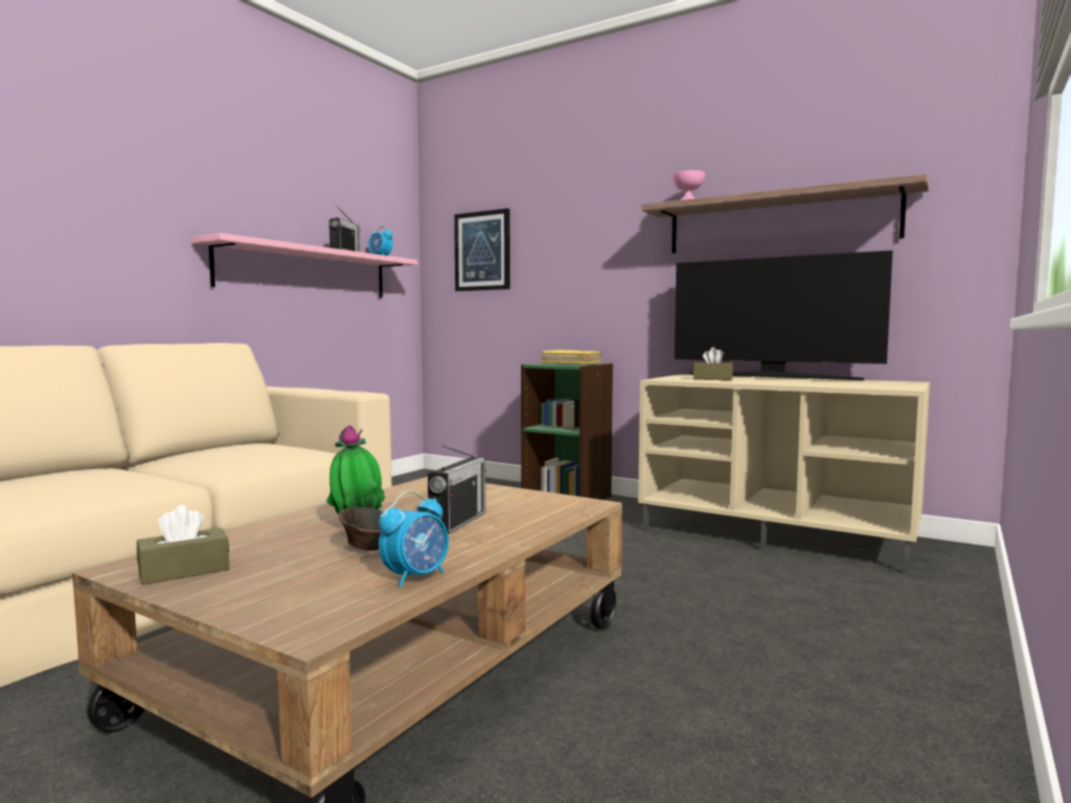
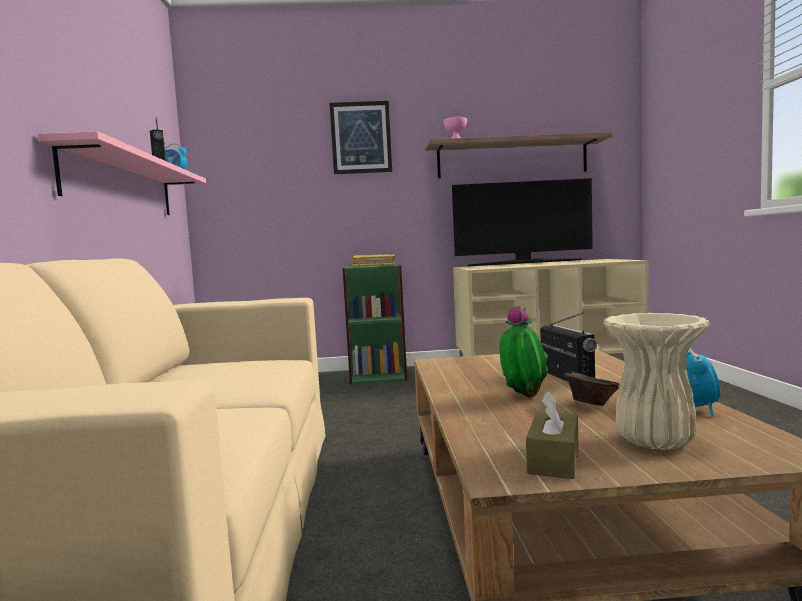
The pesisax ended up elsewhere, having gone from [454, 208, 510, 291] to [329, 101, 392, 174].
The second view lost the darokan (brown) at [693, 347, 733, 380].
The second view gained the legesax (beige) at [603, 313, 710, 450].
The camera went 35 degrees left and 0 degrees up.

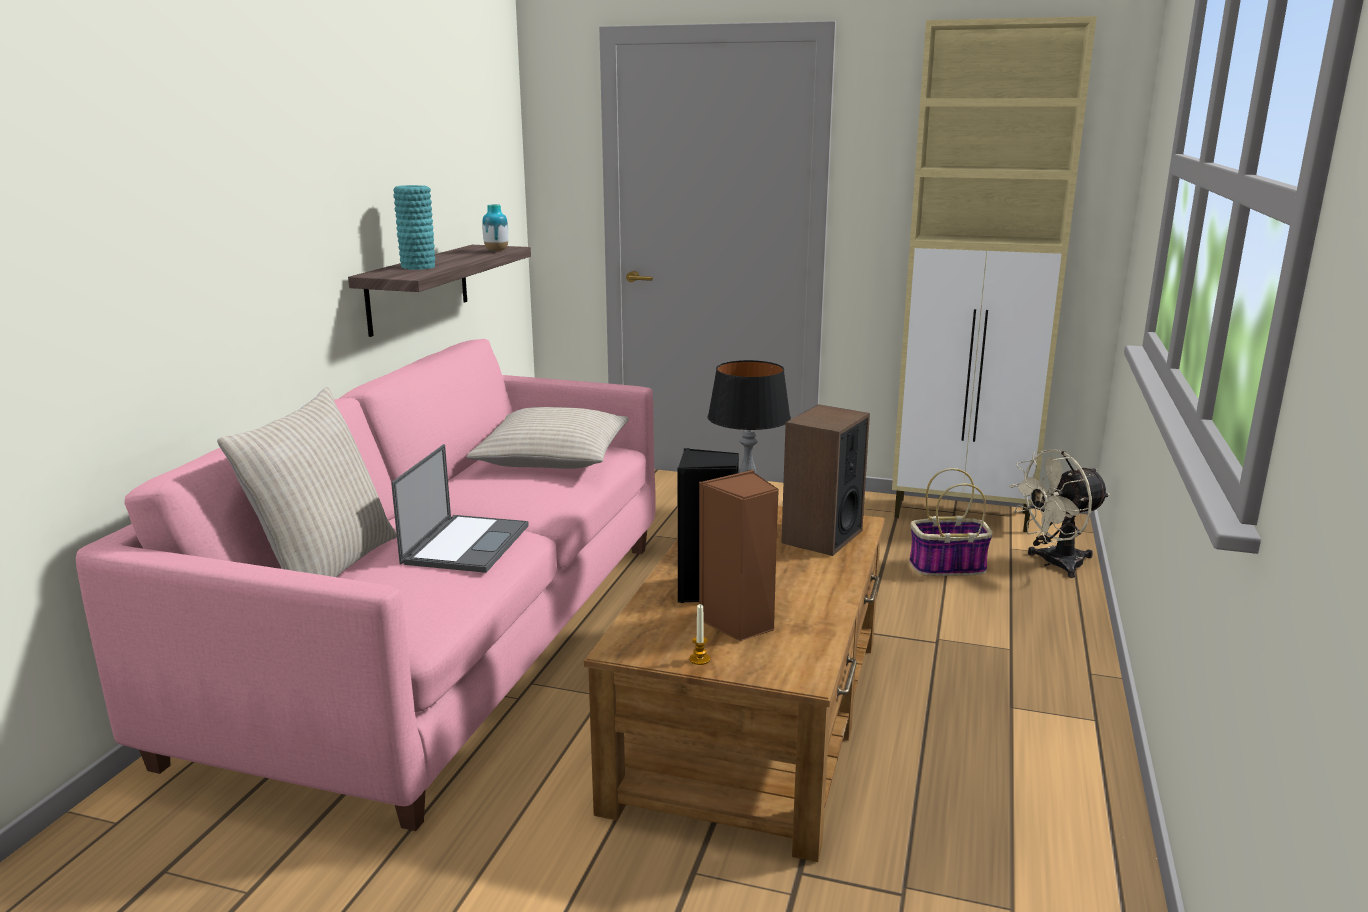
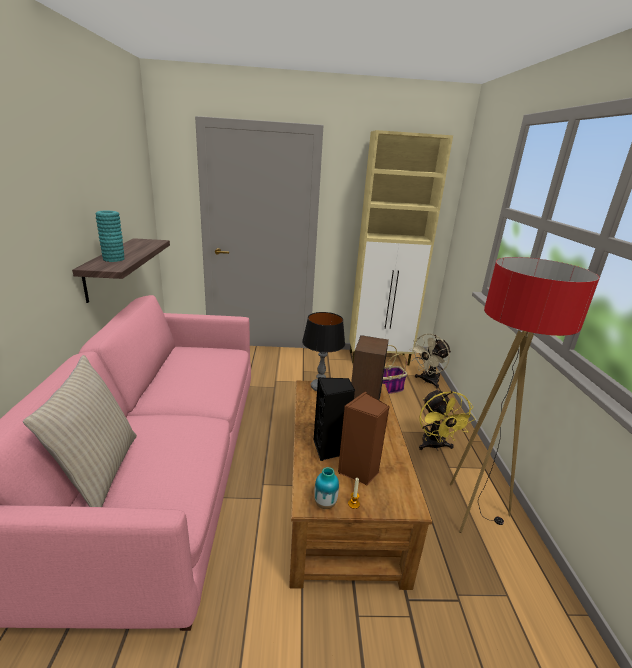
The second view lost the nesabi at [391, 444, 529, 573].
The second view lost the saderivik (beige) at [466, 407, 629, 469].
The legesax ended up elsewhere, having gone from [482, 204, 508, 252] to [314, 467, 339, 509].
The second view gained the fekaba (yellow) at [419, 389, 476, 451].
The second view gained the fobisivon at [450, 257, 599, 533].
The camera went 20 degrees left and 5 degrees up.

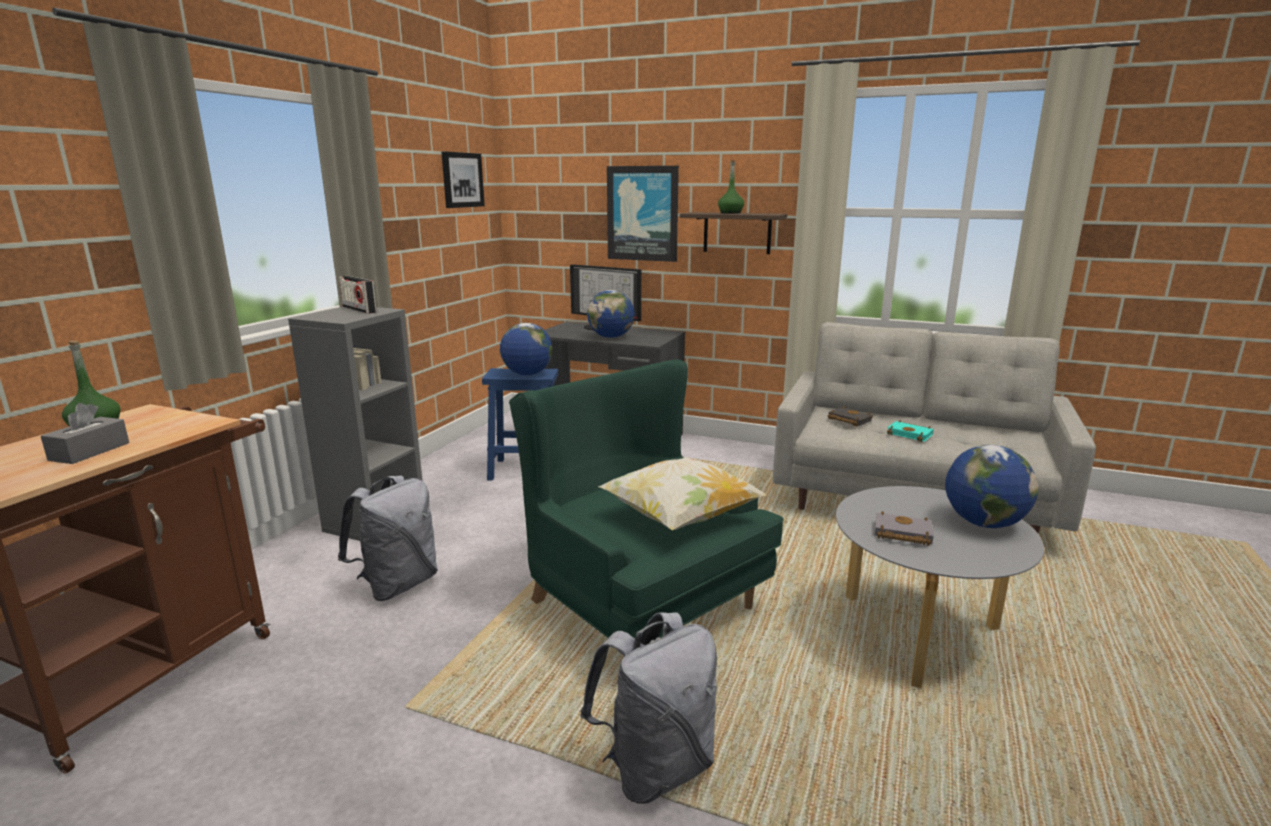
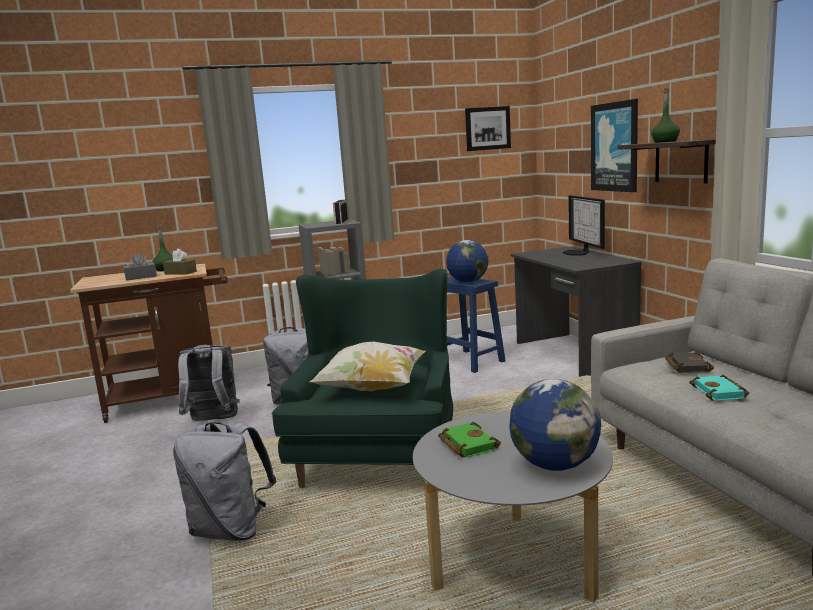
The second view lost the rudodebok at [587, 290, 635, 338].
What was the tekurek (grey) at [875, 511, 934, 546] turned into the tekurek (green) at [438, 422, 501, 458].
The second view gained the darokan (brown) at [163, 249, 197, 274].
The second view gained the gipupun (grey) at [178, 345, 240, 421].
The camera went 50 degrees right and 5 degrees down.

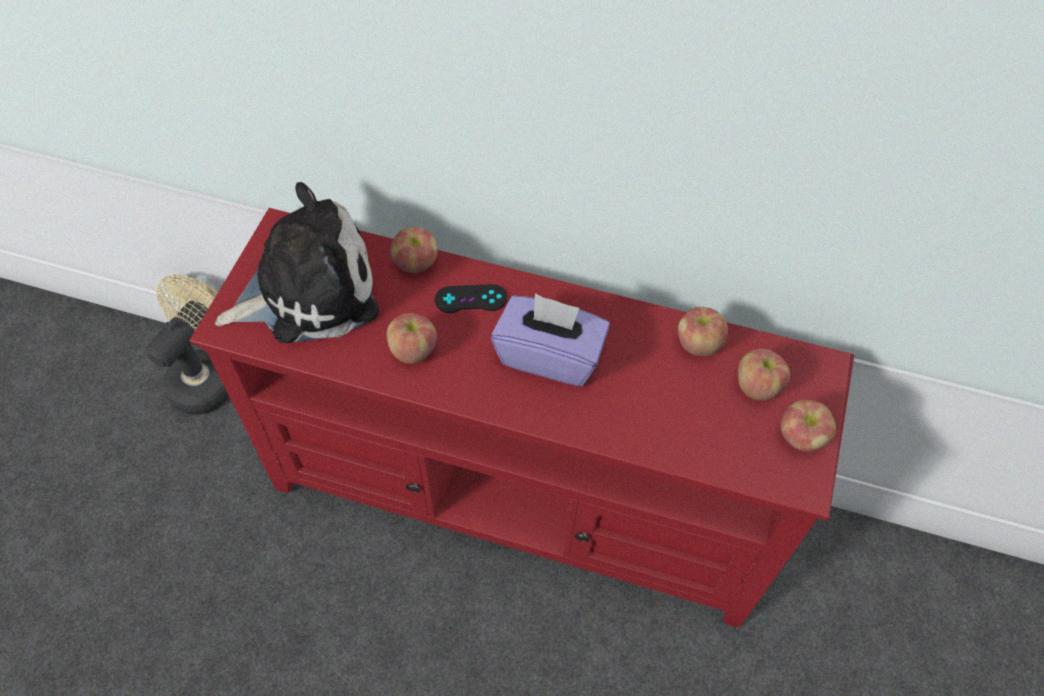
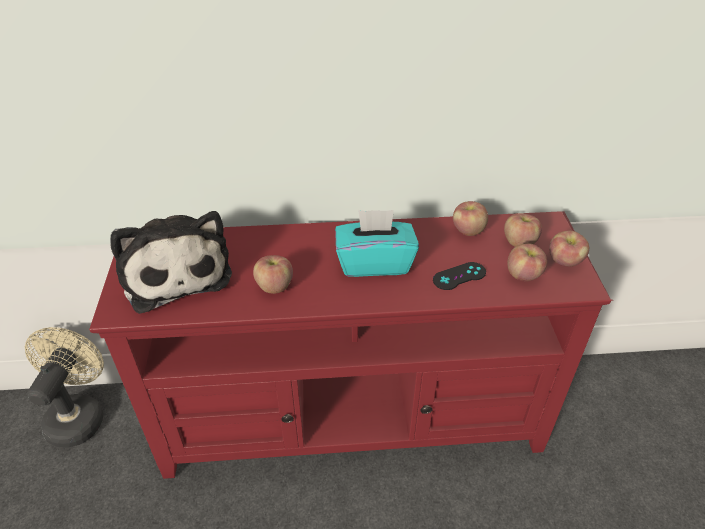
The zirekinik at [215, 182, 379, 343] ended up facing another way, 105 degrees clockwise from before.
The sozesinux ended up elsewhere, having gone from [390, 227, 437, 273] to [507, 243, 547, 281].
The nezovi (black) ended up elsewhere, having gone from [435, 284, 507, 313] to [433, 262, 486, 290].
What was the darokan (purple) at [491, 293, 610, 386] turned into the darokan (turquoise) at [335, 210, 419, 277].
The camera went 20 degrees left and 15 degrees down.

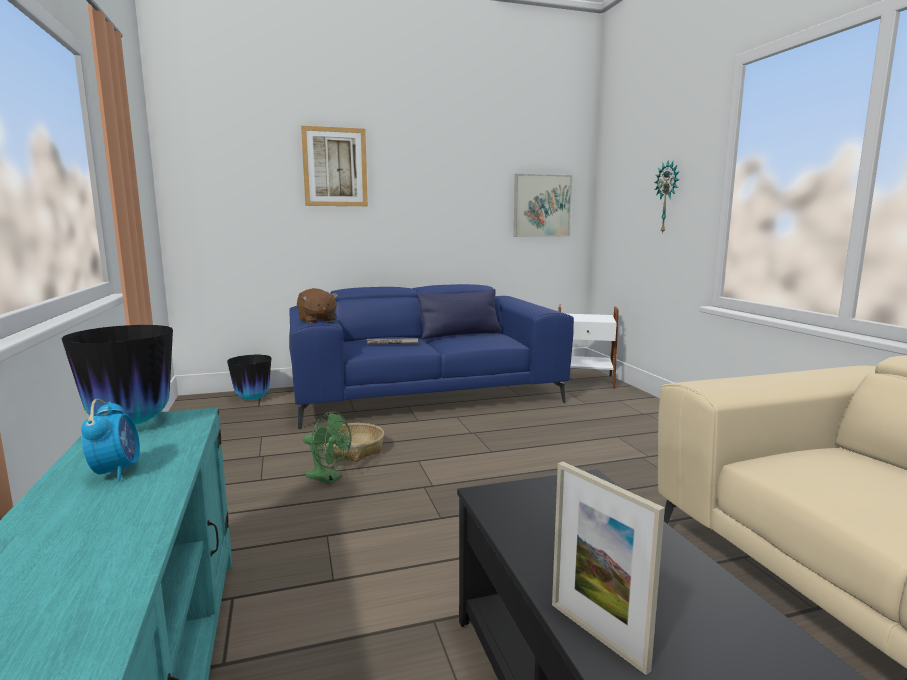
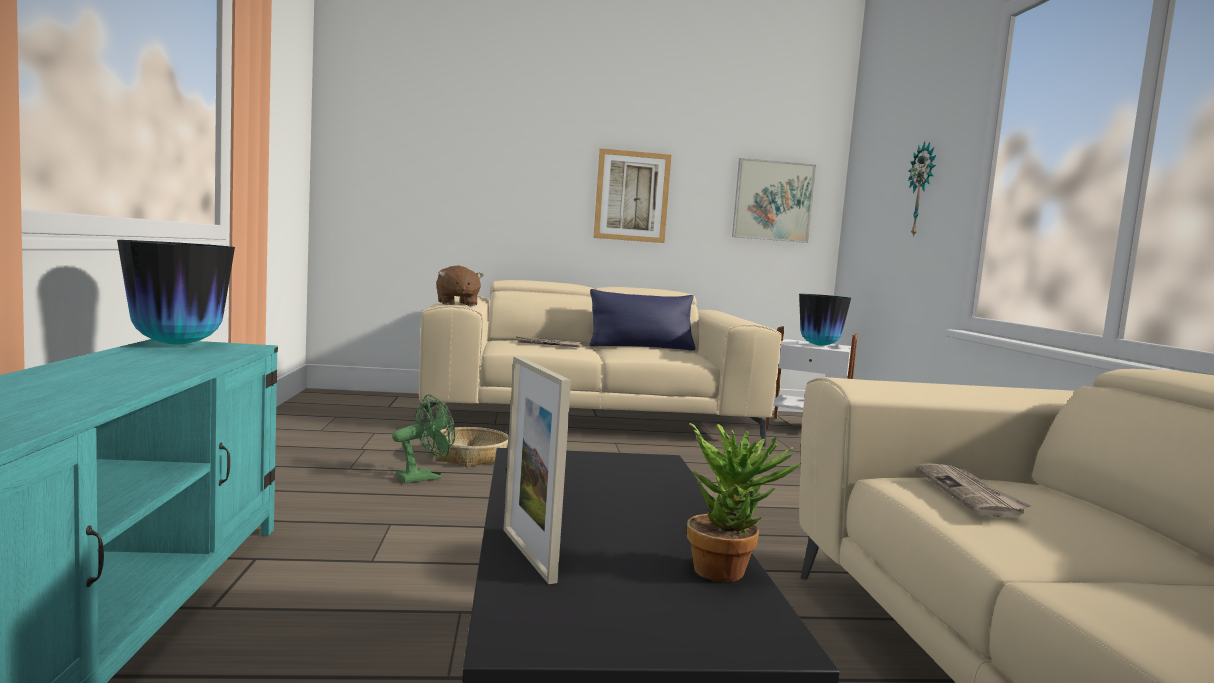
The second view lost the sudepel at [81, 399, 140, 481].
The legesax ended up elsewhere, having gone from [227, 355, 271, 400] to [799, 294, 851, 346].
What was the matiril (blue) at [289, 284, 574, 429] turned into the matiril (beige) at [419, 280, 782, 447].
The pesisax ended up elsewhere, having gone from [301, 126, 368, 206] to [594, 148, 671, 243].
The fekaba (green) at [303, 412, 351, 484] ended up facing another way, 75 degrees counterclockwise from before.
The second view gained the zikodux at [687, 423, 802, 582].
The second view gained the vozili at [915, 463, 1031, 518].
The camera went 10 degrees right and 5 degrees down.

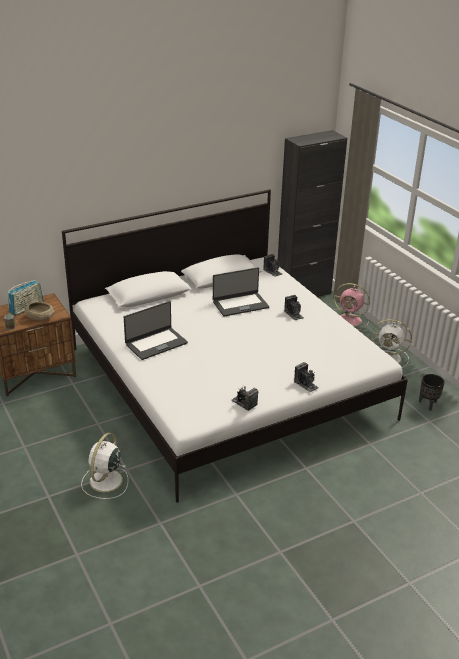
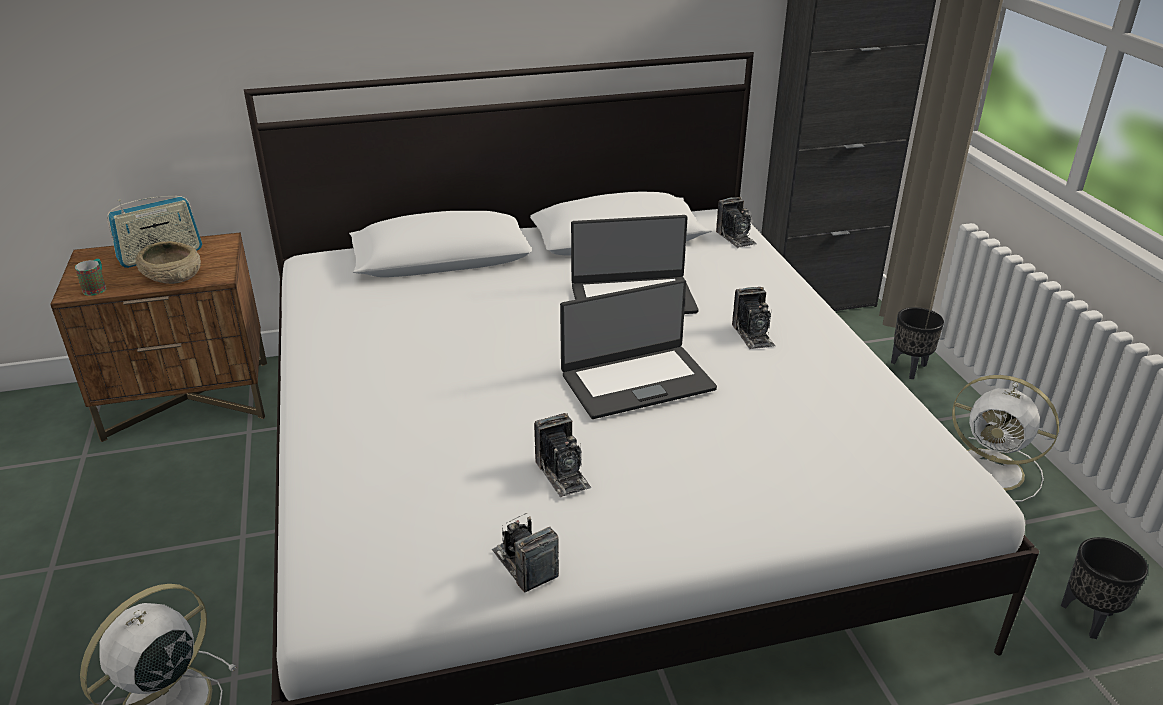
The nesabi ended up elsewhere, having gone from [124, 301, 188, 360] to [560, 279, 717, 419].
The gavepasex ended up elsewhere, having gone from [294, 362, 319, 392] to [534, 413, 591, 498].
Where the fekaba (pink) stood at [334, 283, 370, 330], the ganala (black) came to stand at [891, 307, 944, 379].
The camera went 15 degrees right and 0 degrees up.

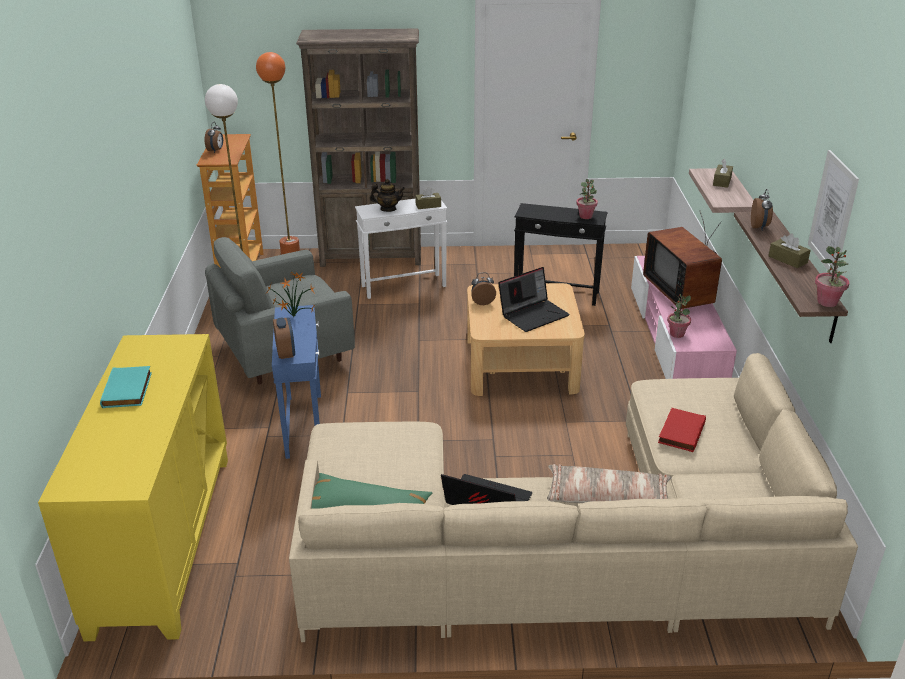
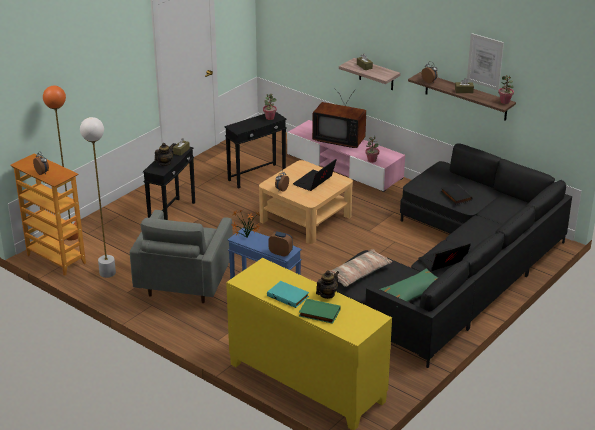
What was the matiril (beige) at [289, 353, 858, 642] turned into the matiril (black) at [336, 143, 572, 368].
The second view lost the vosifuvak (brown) at [296, 29, 421, 267].
What was the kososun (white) at [355, 199, 447, 299] turned into the kososun (black) at [143, 143, 195, 220].
The nesabi at [498, 267, 570, 332] ended up facing another way, 150 degrees counterclockwise from before.
The saderivik ended up elsewhere, having gone from [547, 464, 672, 503] to [330, 249, 392, 287].
What was the tekurek (red) at [658, 408, 706, 452] turned into the tekurek (black) at [441, 184, 472, 204].
The second view gained the tekurek (green) at [299, 299, 340, 324].
The second view gained the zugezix at [316, 270, 339, 299].
The camera went 50 degrees left and 0 degrees up.

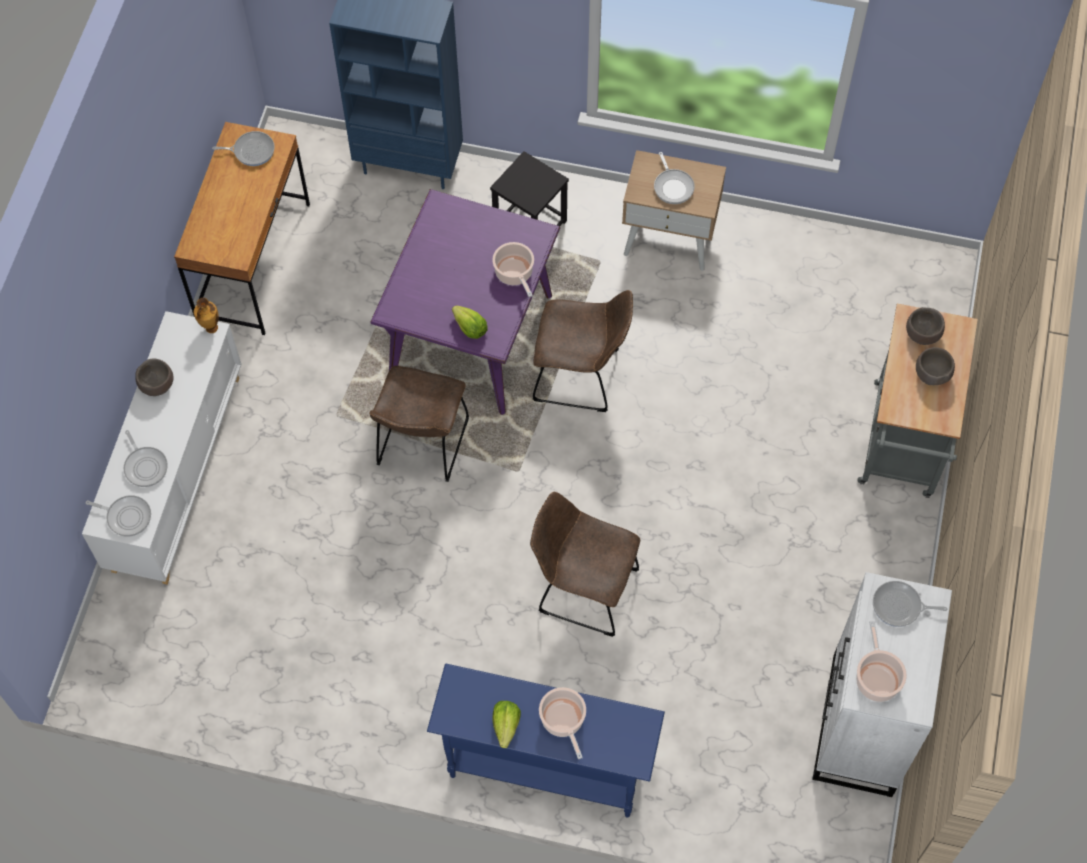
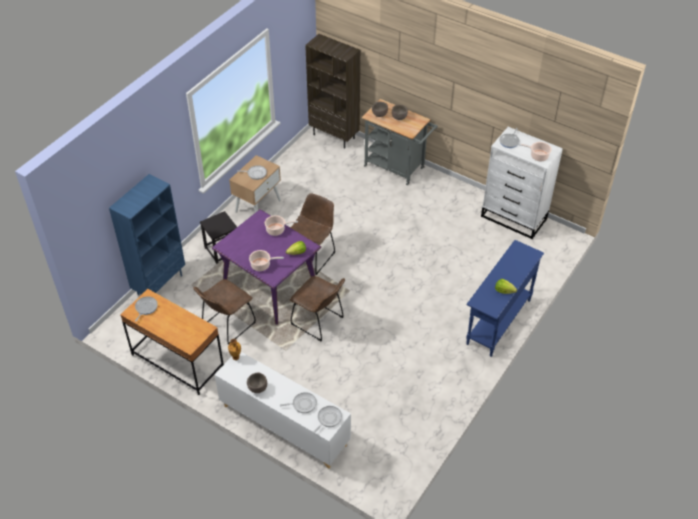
The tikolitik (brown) ended up elsewhere, having gone from [530, 492, 640, 637] to [193, 279, 256, 345].
The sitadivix ended up elsewhere, having gone from [539, 687, 586, 759] to [249, 250, 284, 271].
The second view gained the vosifuvak (brown) at [305, 34, 360, 149].
The camera went 70 degrees left and 15 degrees down.

